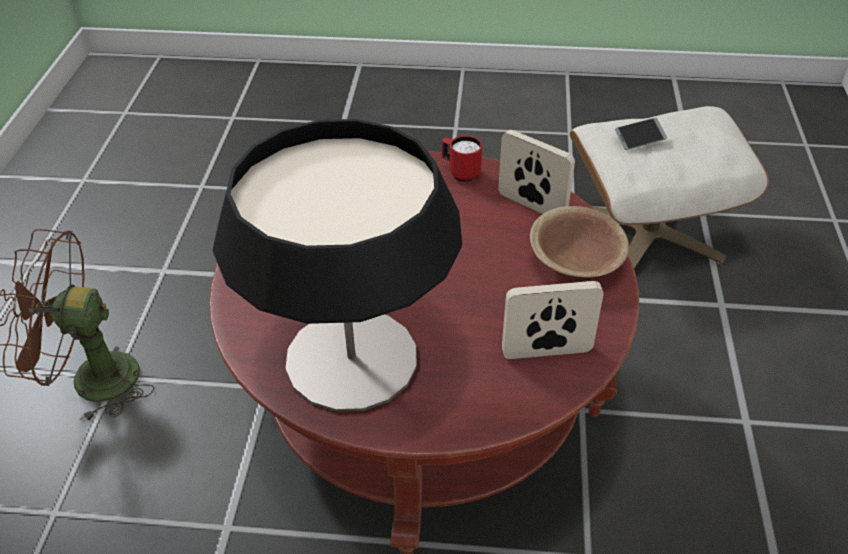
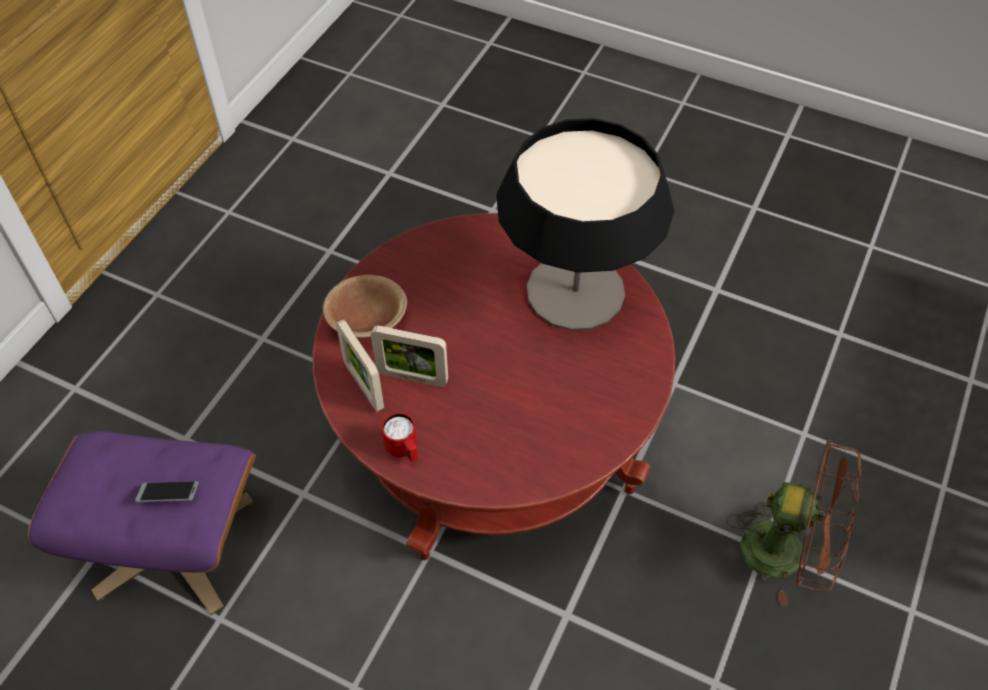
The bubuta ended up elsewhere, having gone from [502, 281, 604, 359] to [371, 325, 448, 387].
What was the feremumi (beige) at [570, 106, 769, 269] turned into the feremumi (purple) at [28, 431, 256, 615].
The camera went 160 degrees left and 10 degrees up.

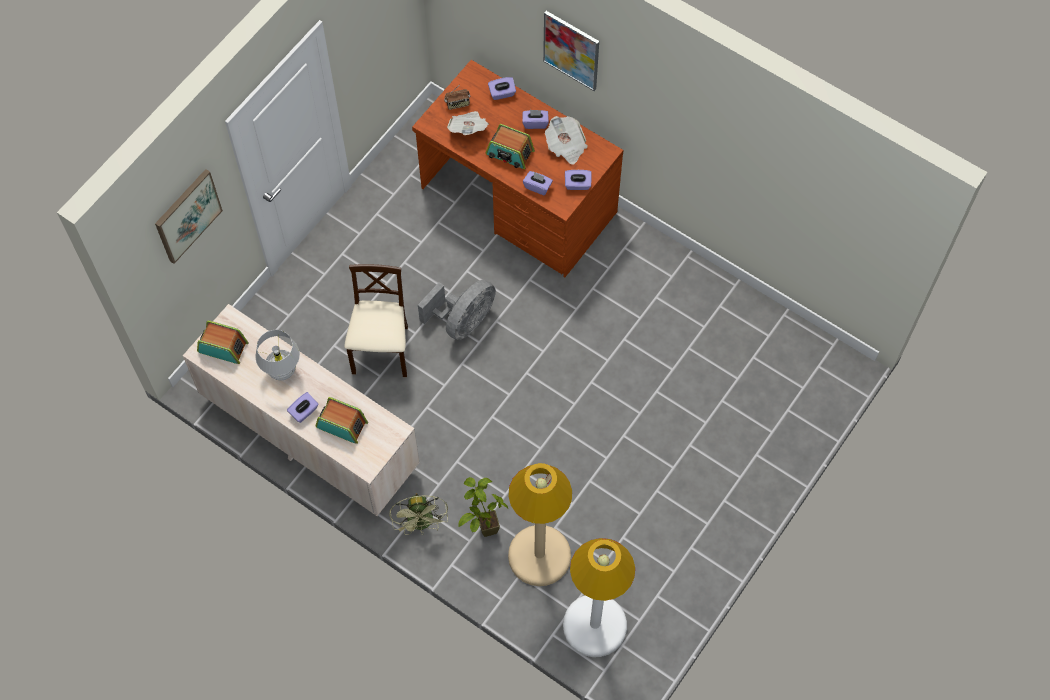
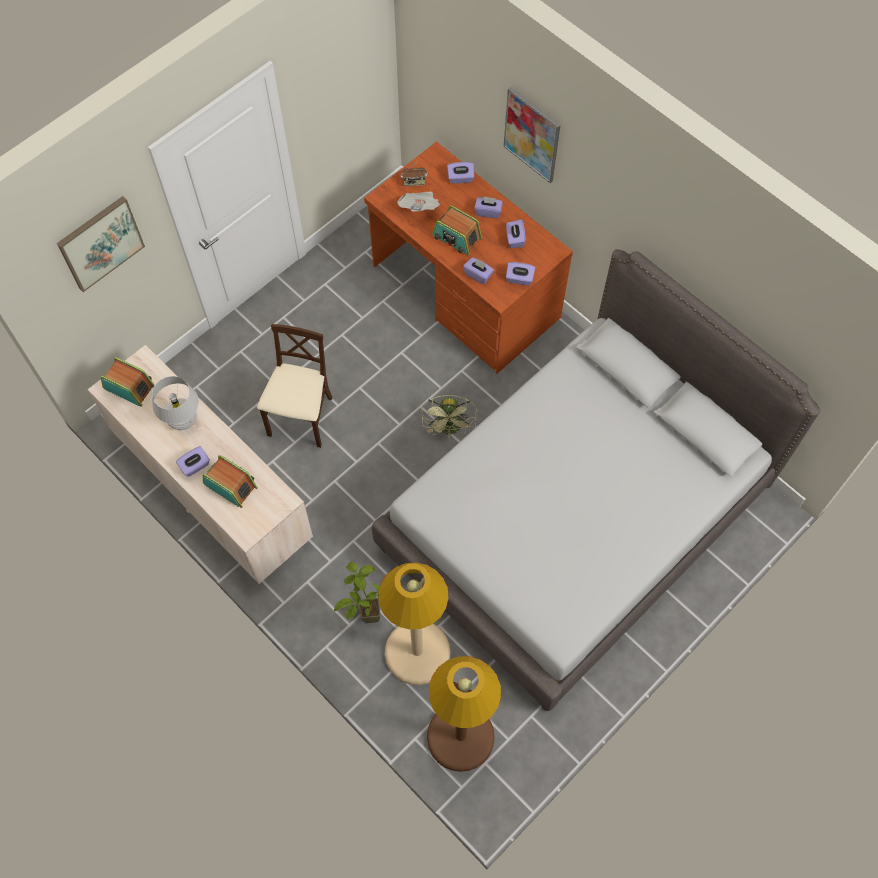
The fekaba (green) ended up elsewhere, having gone from [389, 493, 448, 535] to [421, 395, 478, 438].
The second view lost the fekaba (grey) at [418, 280, 496, 340].
Where the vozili stood at [545, 116, 588, 165], the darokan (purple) came to stand at [506, 219, 526, 248].
What was the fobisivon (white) at [563, 538, 635, 657] turned into the fobisivon (brown) at [427, 656, 501, 772].
The second view gained the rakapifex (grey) at [372, 249, 820, 711].
The camera went 10 degrees right and 0 degrees up.

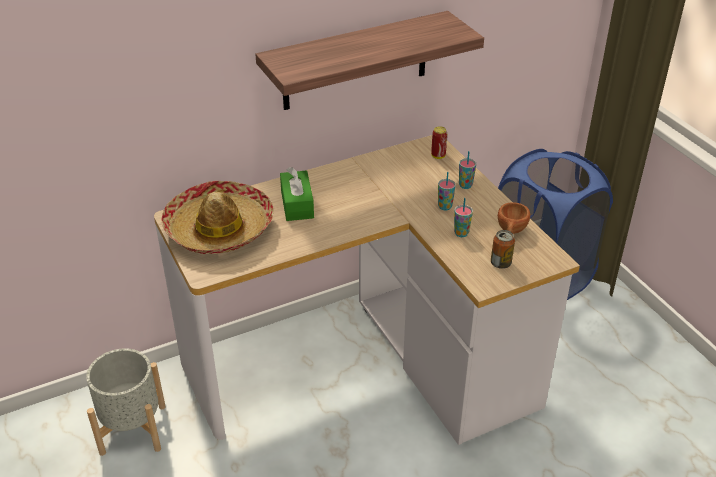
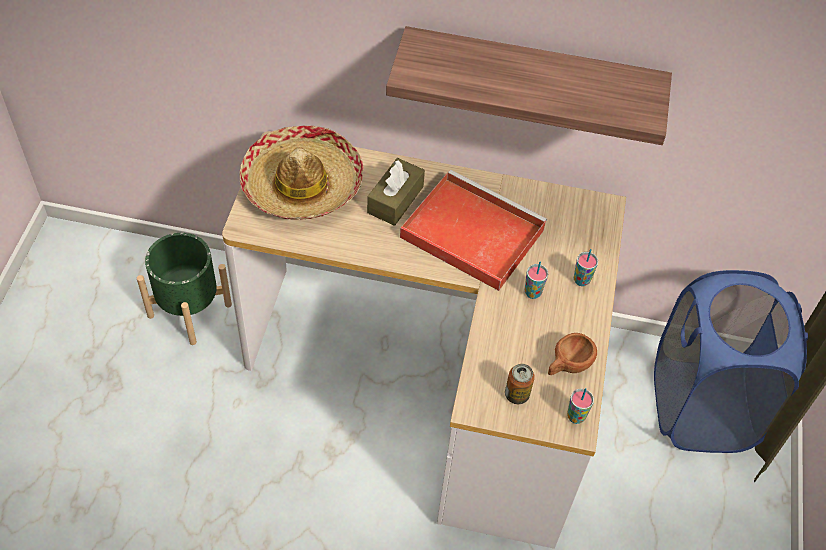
What was the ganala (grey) at [86, 348, 166, 456] turned into the ganala (green) at [137, 233, 232, 345].
What was the darokan (green) at [280, 167, 314, 221] turned into the darokan (brown) at [367, 158, 425, 226].
The second view lost the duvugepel at [431, 126, 447, 159].
The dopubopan ended up elsewhere, having gone from [454, 198, 473, 237] to [567, 388, 594, 424].
The second view gained the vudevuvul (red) at [400, 170, 547, 291].
The camera went 35 degrees right and 15 degrees up.

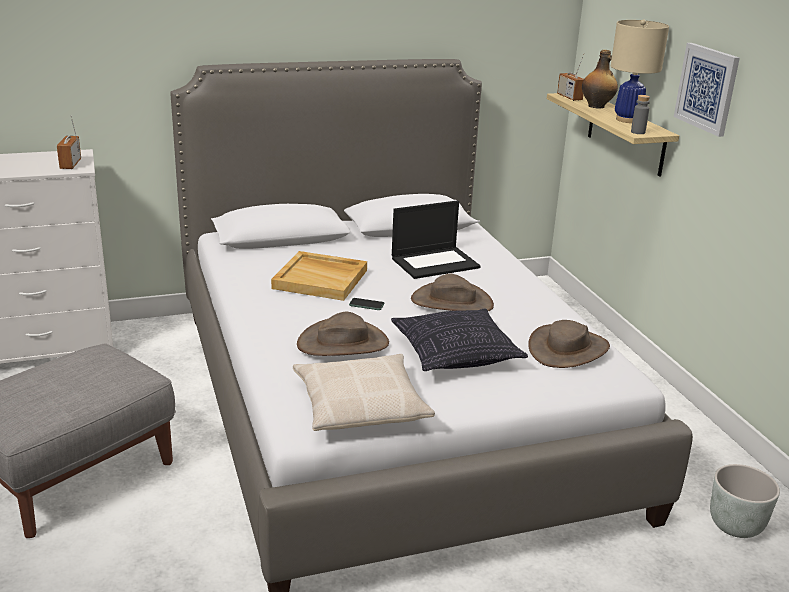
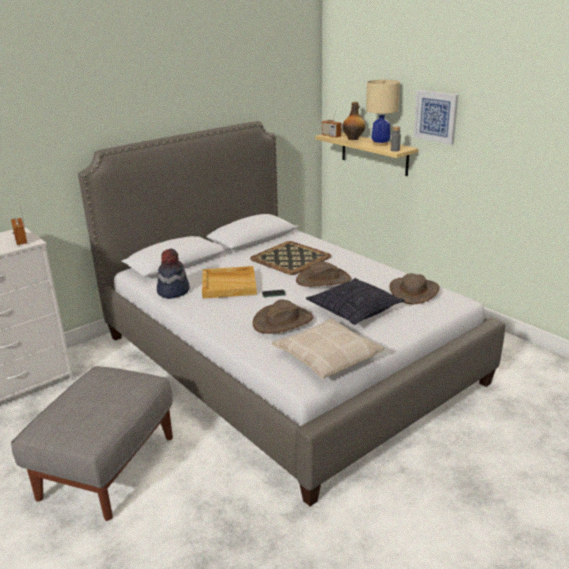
Where the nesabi stood at [392, 200, 481, 279], the vudevuvul came to stand at [250, 241, 331, 275].
The second view lost the ganala (grey) at [710, 464, 780, 538].
The second view gained the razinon at [157, 249, 190, 299].
The camera went 20 degrees left and 0 degrees up.

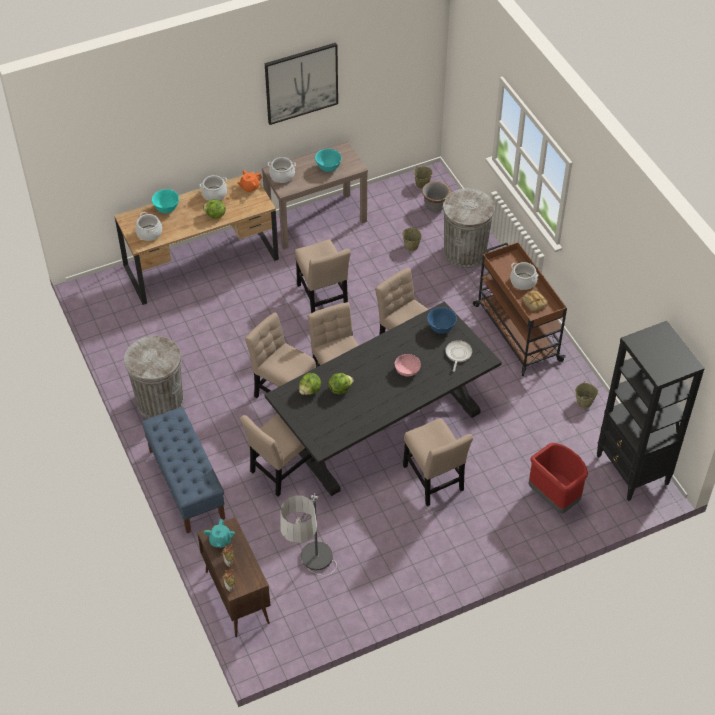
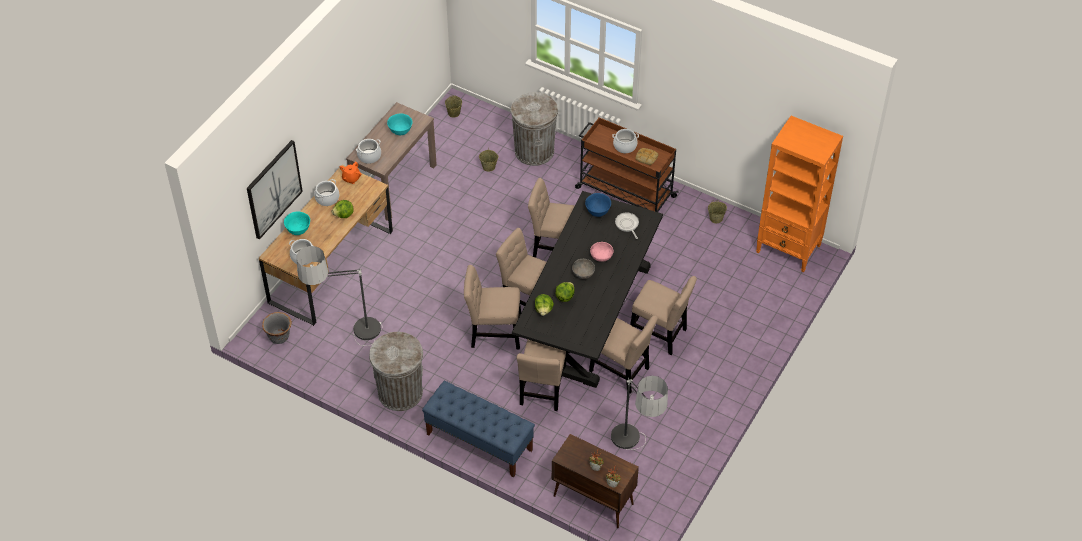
The second view lost the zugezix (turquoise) at [204, 519, 235, 548].
The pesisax ended up elsewhere, having gone from [265, 43, 338, 125] to [247, 140, 303, 240].
The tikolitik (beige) ended up elsewhere, having gone from [295, 239, 351, 313] to [589, 316, 658, 394].
The ganala (grey) ended up elsewhere, having gone from [422, 181, 450, 213] to [262, 312, 292, 344].
The second view lost the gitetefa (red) at [528, 443, 588, 513].
What was the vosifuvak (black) at [596, 321, 705, 501] turned into the vosifuvak (orange) at [756, 116, 843, 273].
The second view gained the fobisivon at [296, 246, 383, 346].
The second view gained the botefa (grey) at [572, 259, 595, 279].
The camera went 35 degrees left and 0 degrees up.

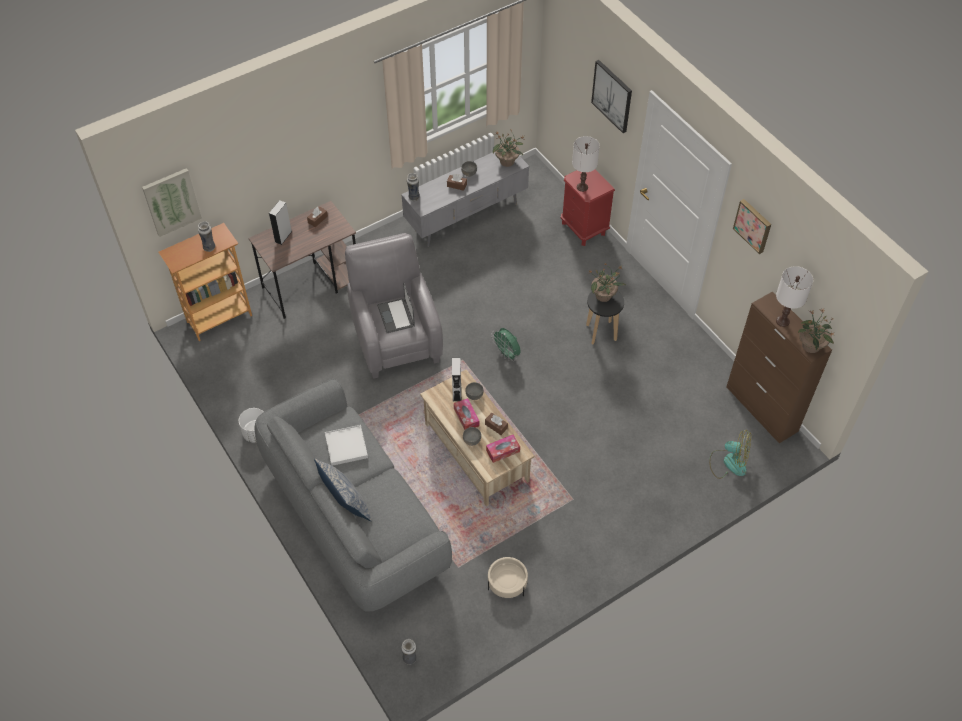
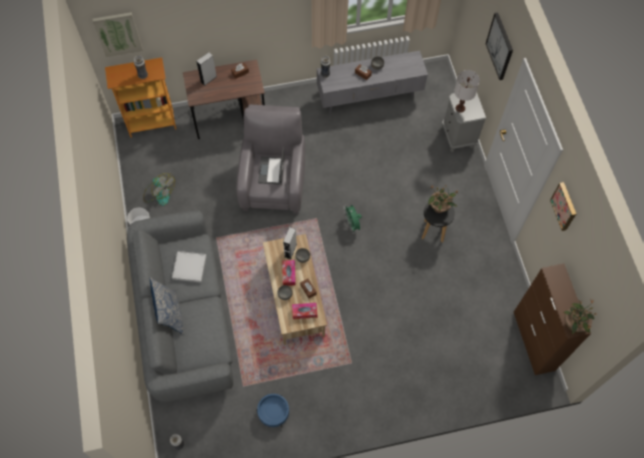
What was the ganala (beige) at [488, 557, 528, 598] turned into the ganala (blue) at [256, 394, 289, 428].
The second view lost the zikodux at [493, 130, 524, 167].
What was the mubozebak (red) at [561, 170, 615, 246] turned into the mubozebak (grey) at [442, 92, 486, 152].
The fekaba ended up elsewhere, having gone from [709, 430, 751, 479] to [143, 173, 175, 206].
The second view lost the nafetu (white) at [776, 266, 813, 327].
The camera went 20 degrees right and 10 degrees up.

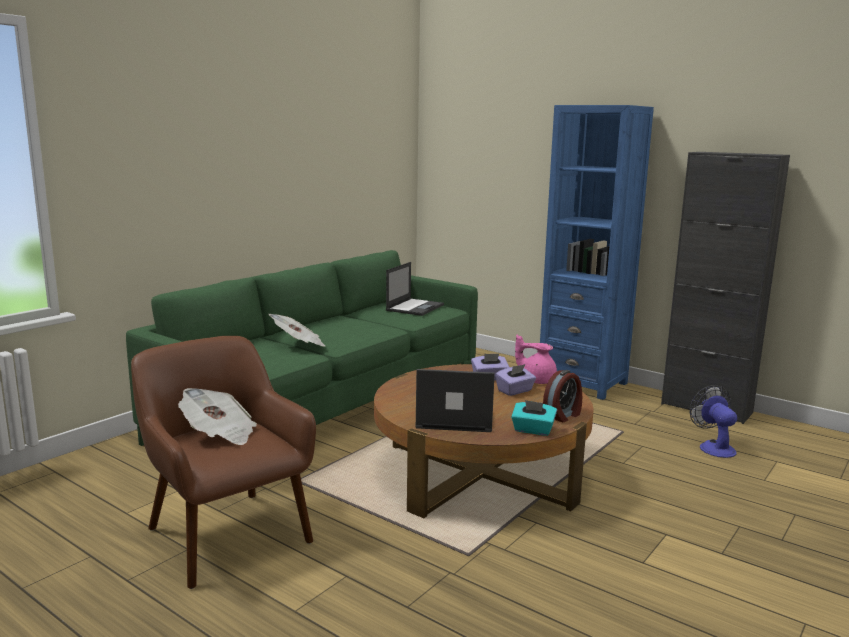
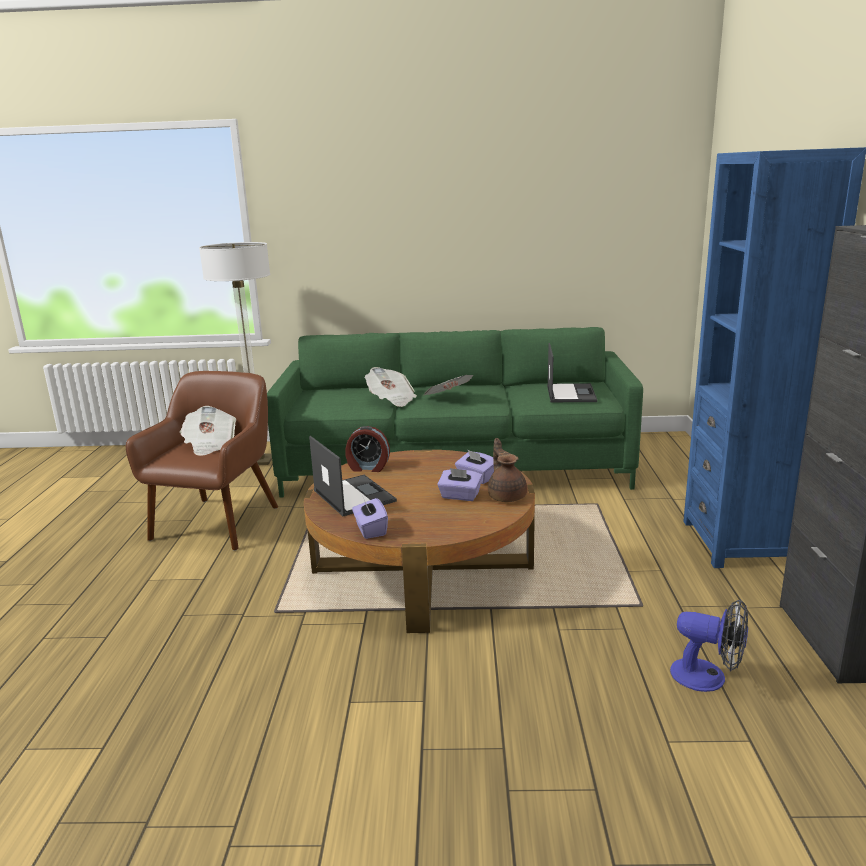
The nesabi at [386, 262, 444, 316] ended up facing another way, 75 degrees counterclockwise from before.
What was the darokan (turquoise) at [511, 400, 557, 436] turned into the darokan (purple) at [352, 495, 388, 539].
What was the zugezix (pink) at [515, 335, 557, 384] turned into the zugezix (brown) at [488, 438, 527, 502].
The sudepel ended up elsewhere, having gone from [543, 370, 582, 422] to [346, 426, 390, 472].
The fekaba at [690, 385, 737, 458] ended up facing another way, 75 degrees clockwise from before.
The second view gained the fobisivon at [199, 242, 272, 465].
The second view gained the vozili at [424, 375, 473, 395].
The camera went 55 degrees right and 5 degrees up.

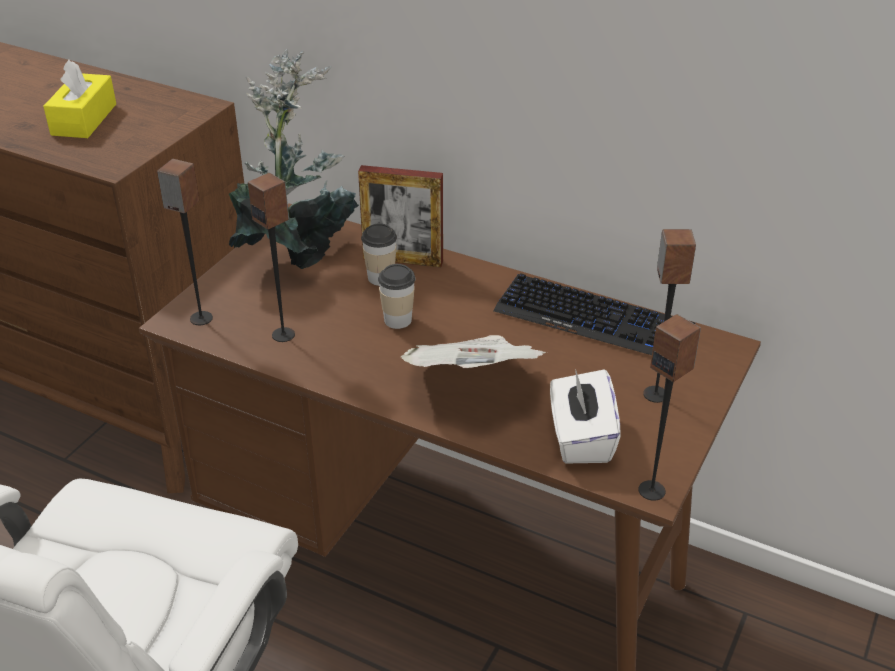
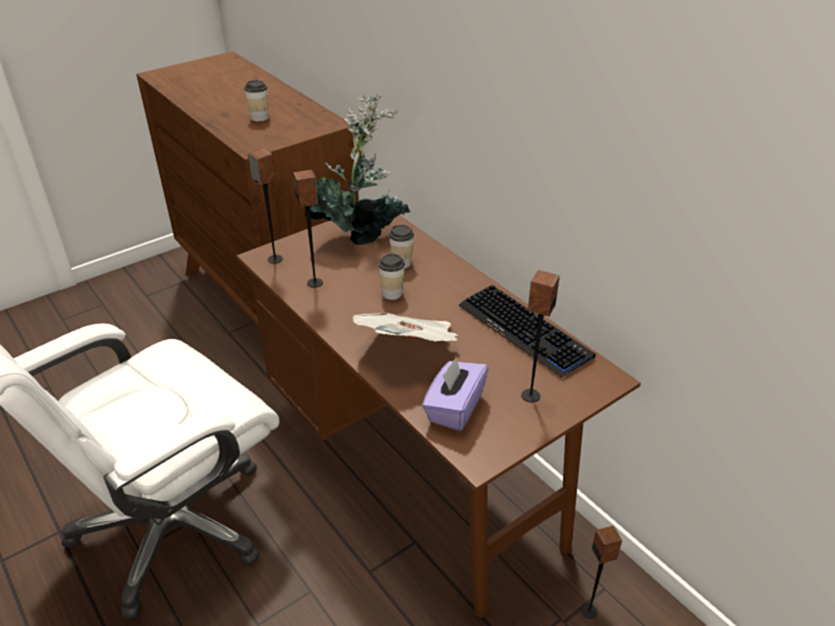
Where the darokan (yellow) stood at [43, 60, 116, 138], the dopubopan came to stand at [244, 80, 268, 122].
The second view lost the bubuta at [358, 165, 443, 267].
What was the darokan (white) at [550, 369, 621, 463] turned into the darokan (purple) at [422, 357, 488, 431].
The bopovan ended up elsewhere, having gone from [638, 314, 701, 501] to [581, 526, 622, 619].
The camera went 25 degrees right and 0 degrees up.

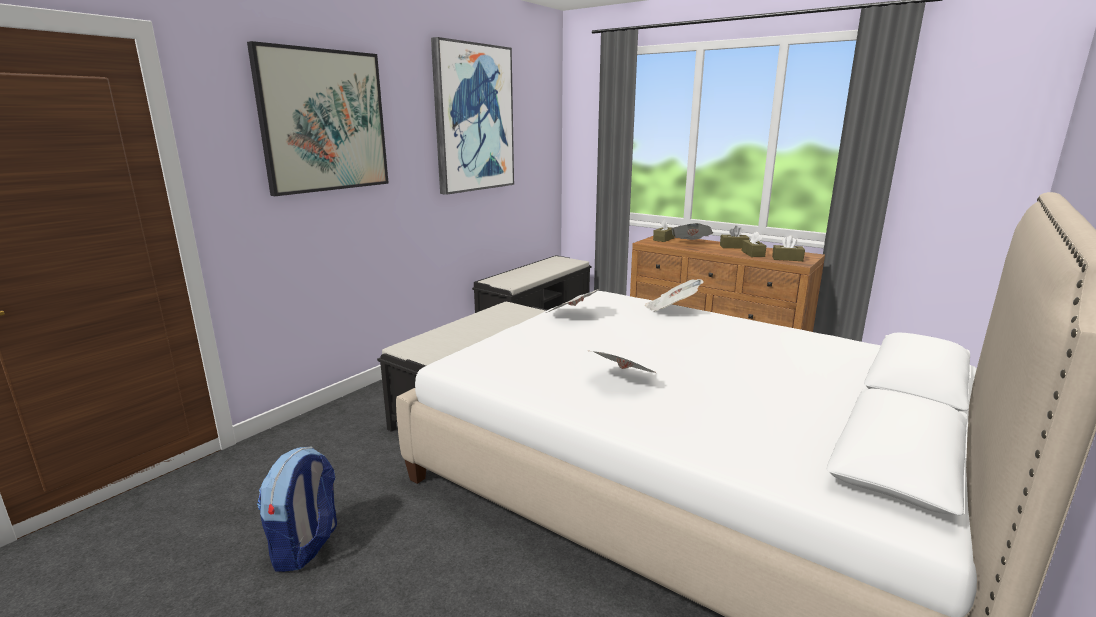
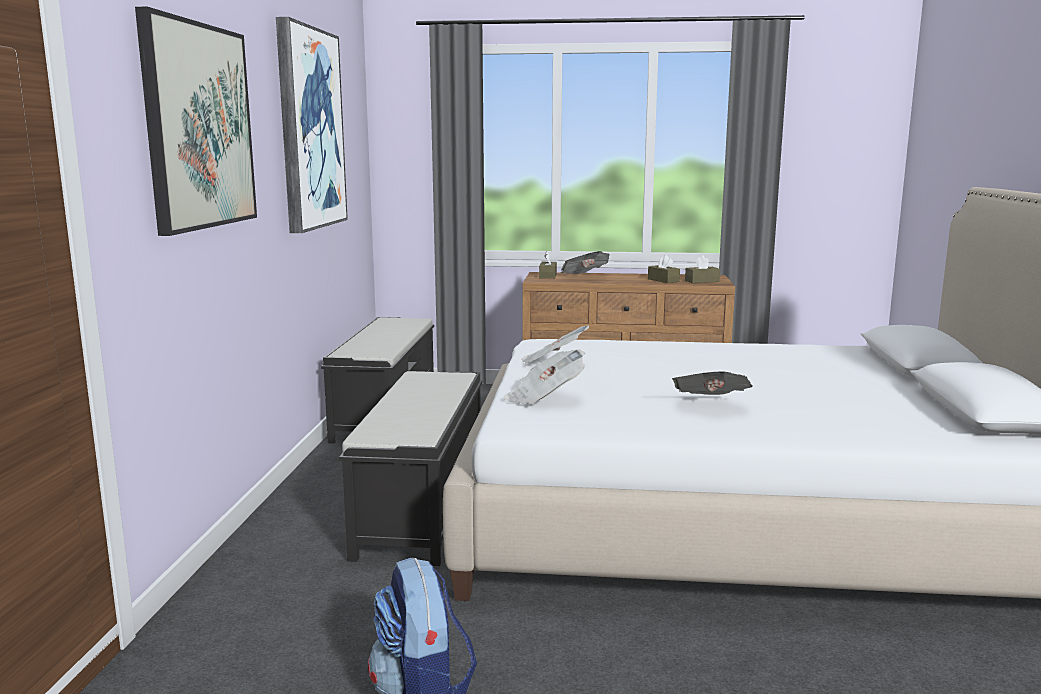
The vozili ended up elsewhere, having gone from [645, 279, 704, 312] to [504, 349, 585, 405].
The second view lost the darokan (brown) at [720, 226, 749, 248].
The camera went 30 degrees left and 5 degrees down.

